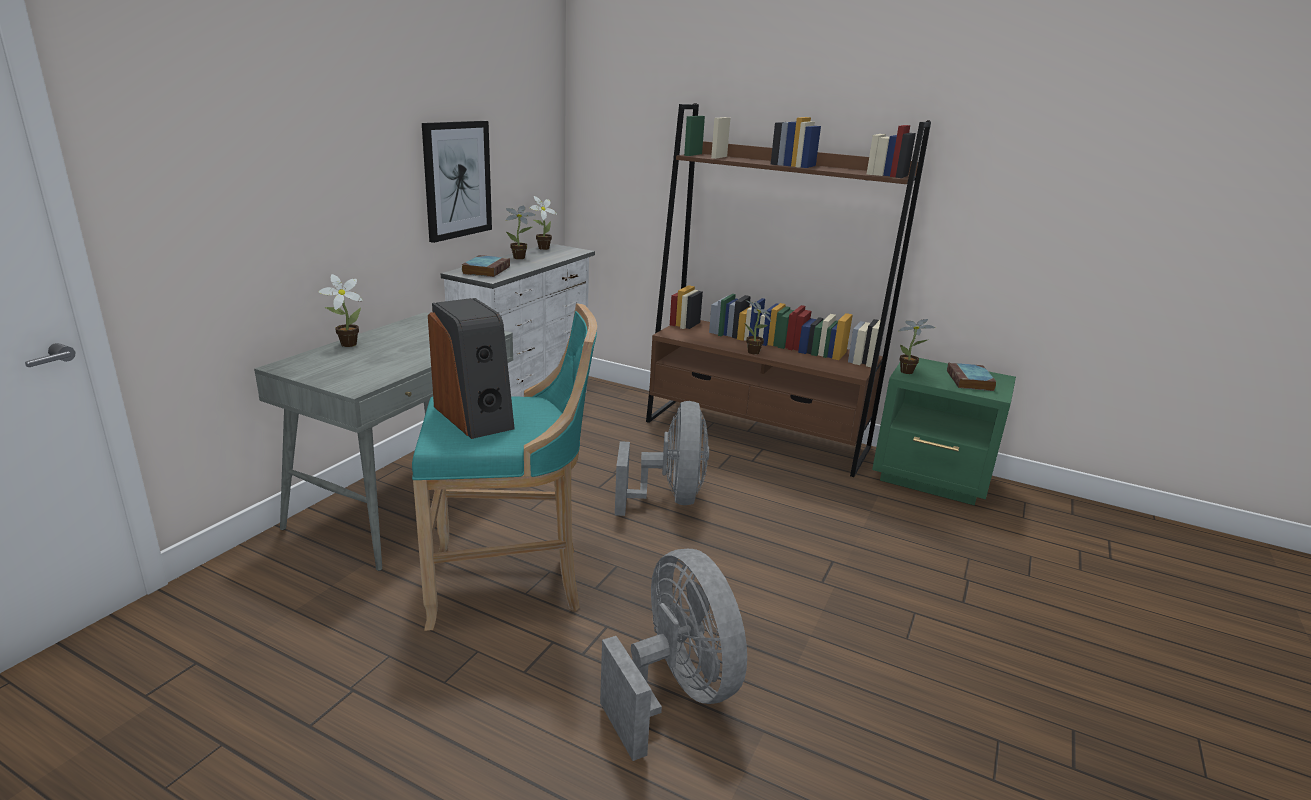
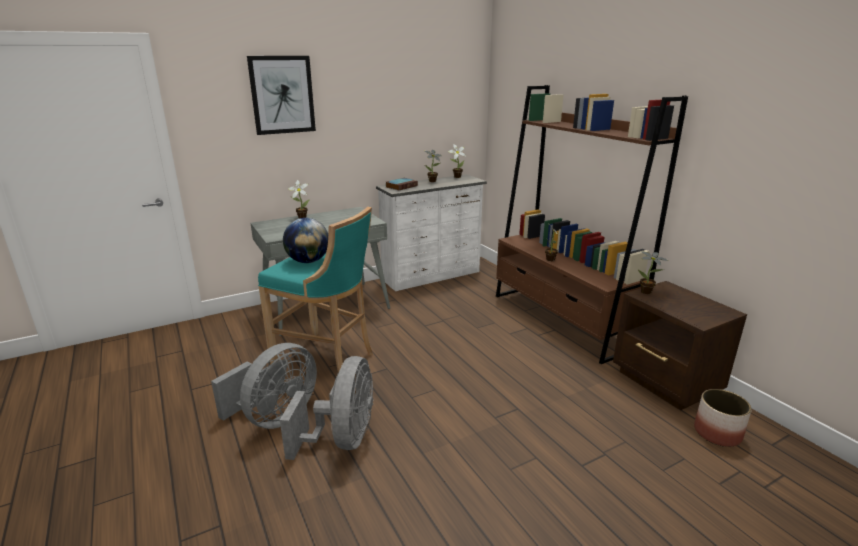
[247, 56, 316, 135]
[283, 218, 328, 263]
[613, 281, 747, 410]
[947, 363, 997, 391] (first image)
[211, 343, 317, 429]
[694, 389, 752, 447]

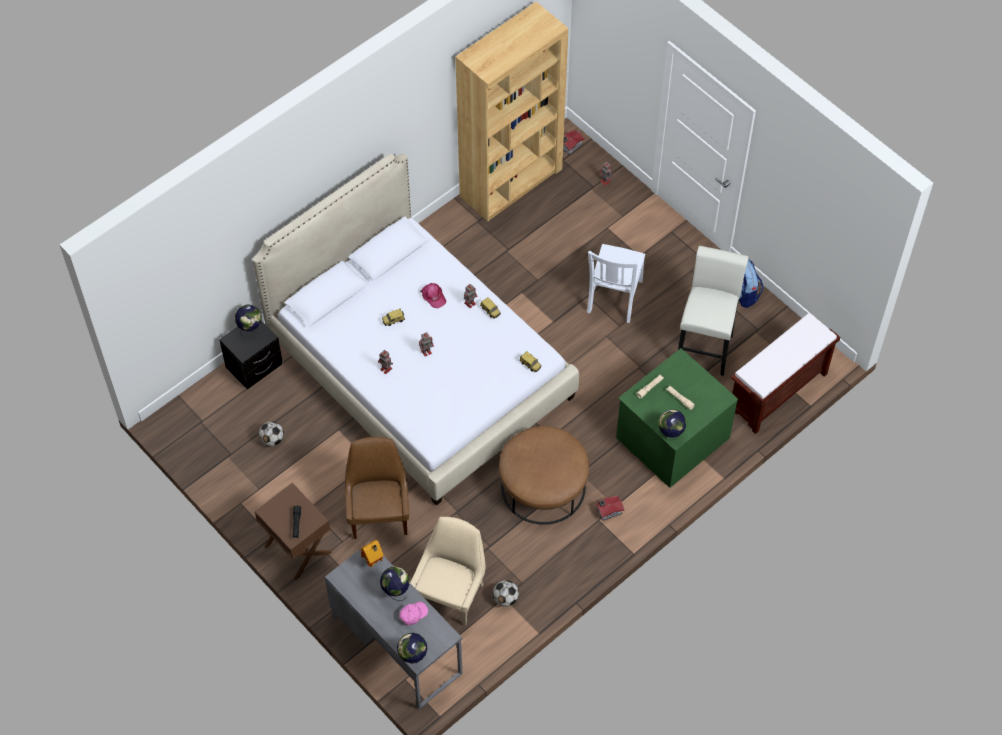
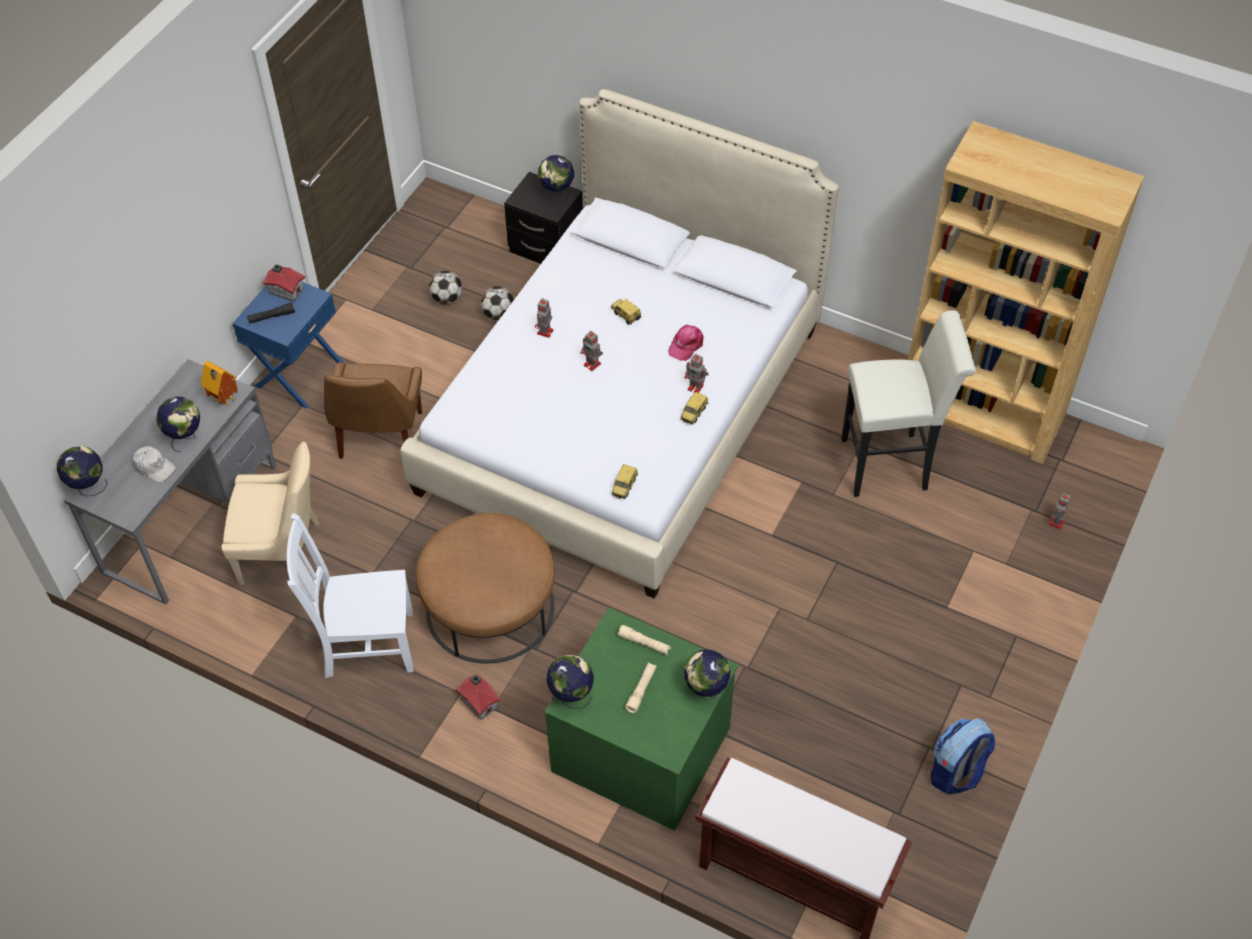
[263, 264, 305, 302]
[287, 513, 413, 678]
[841, 310, 976, 497]
[324, 363, 422, 459]
[232, 282, 344, 408]
[481, 286, 514, 320]
[133, 446, 176, 482]
[684, 649, 730, 701]

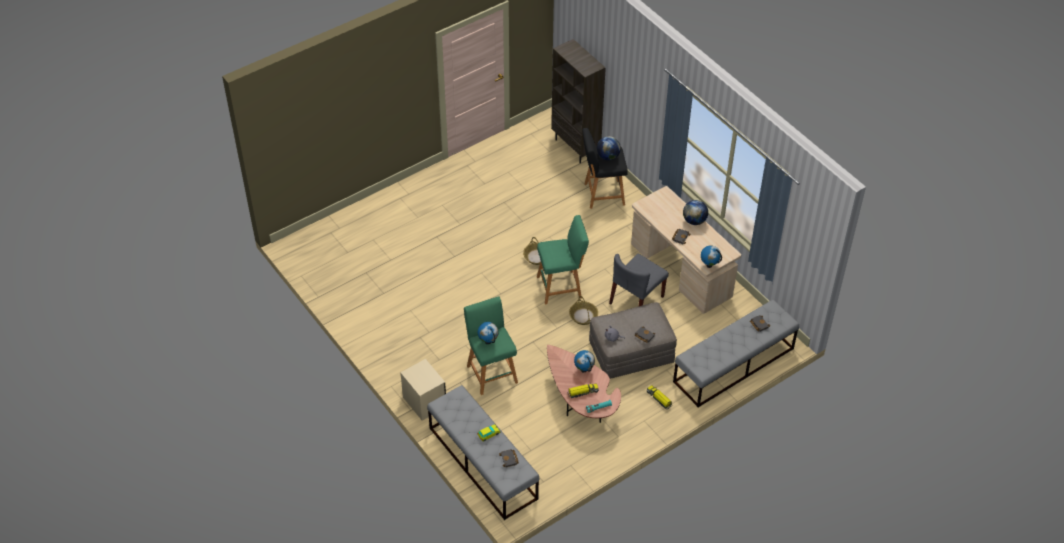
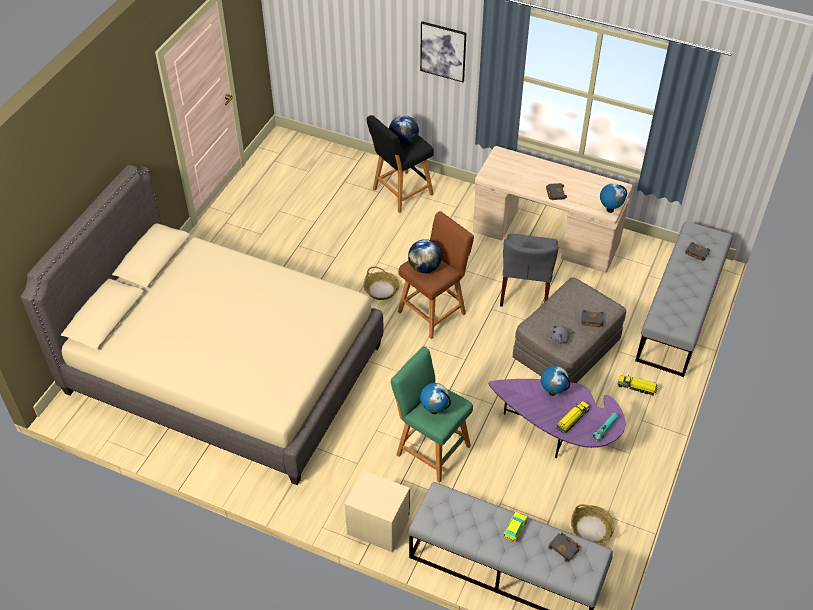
[551, 39, 606, 163] (first image)
[408, 239, 442, 273]
[398, 211, 474, 339]
[571, 504, 615, 544]
[488, 379, 625, 458]
[420, 21, 466, 82]
[20, 165, 383, 485]

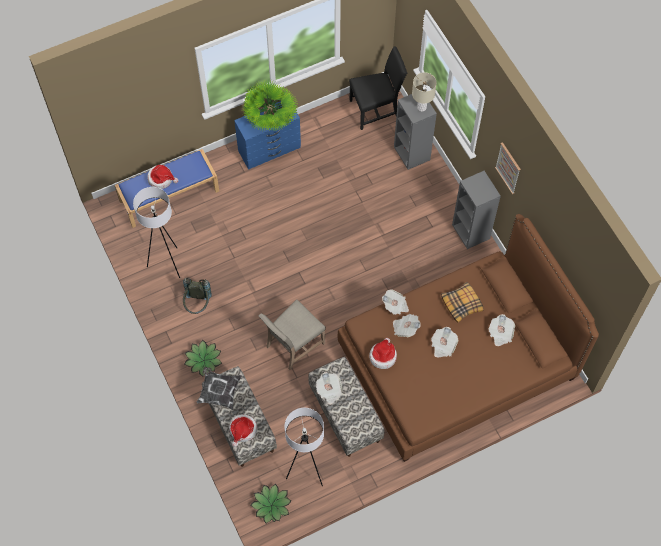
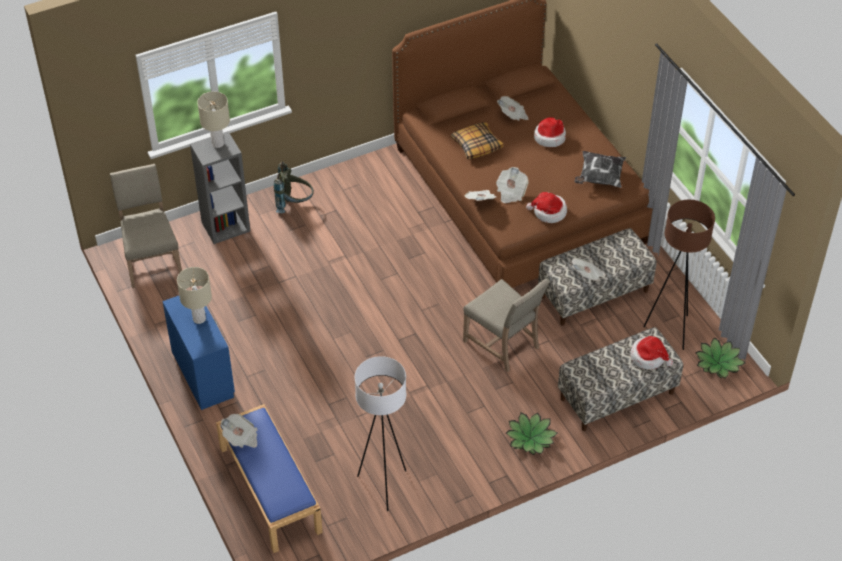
[110, 164, 182, 288]
[177, 267, 212, 324]
[495, 142, 521, 194] (first image)
[534, 117, 566, 147]
[452, 171, 501, 249] (first image)
[274, 161, 314, 213]
[221, 414, 257, 448]
[574, 151, 626, 188]
[643, 200, 715, 350]

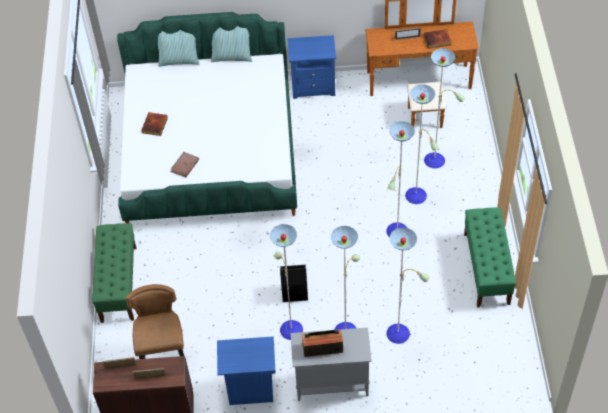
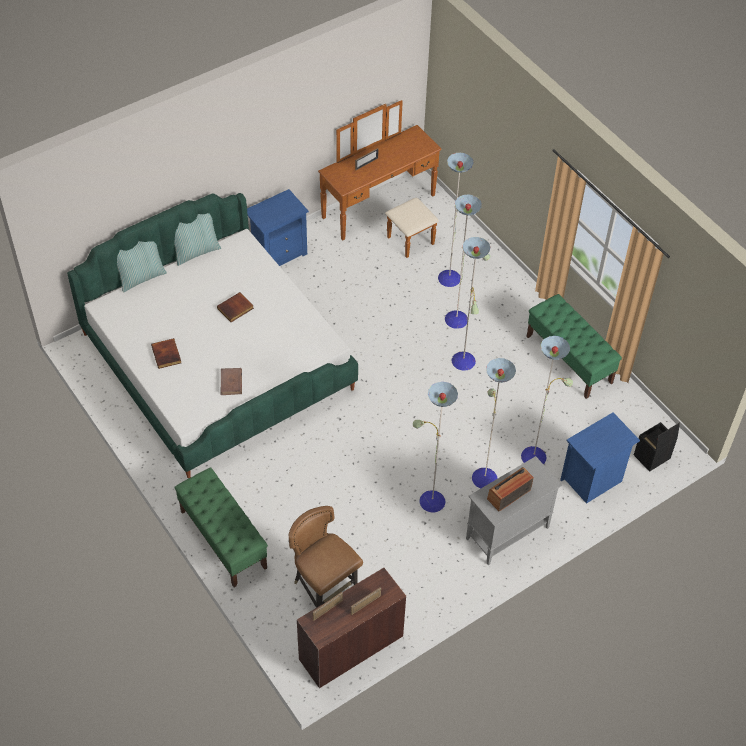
[217, 292, 254, 322]
[634, 422, 680, 472]
[560, 413, 640, 504]

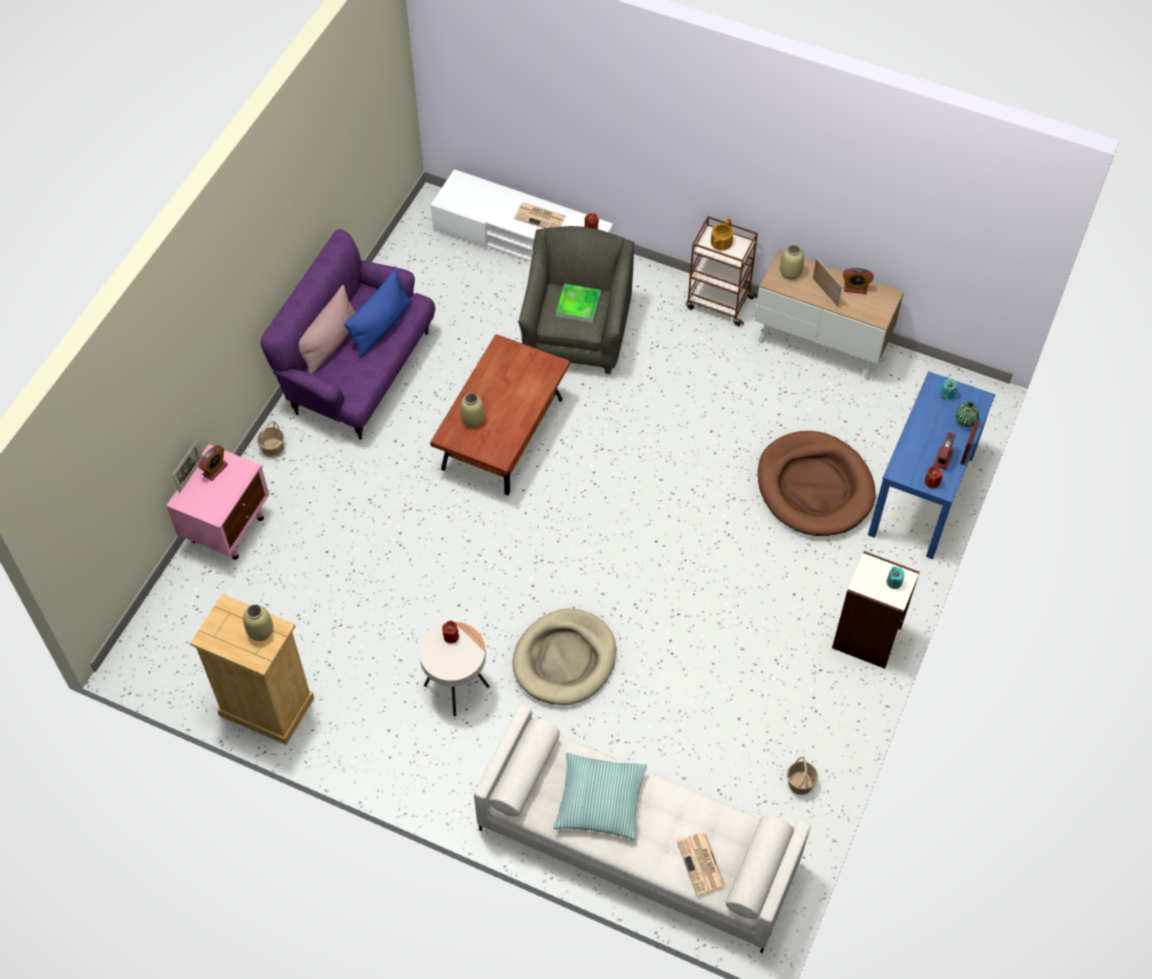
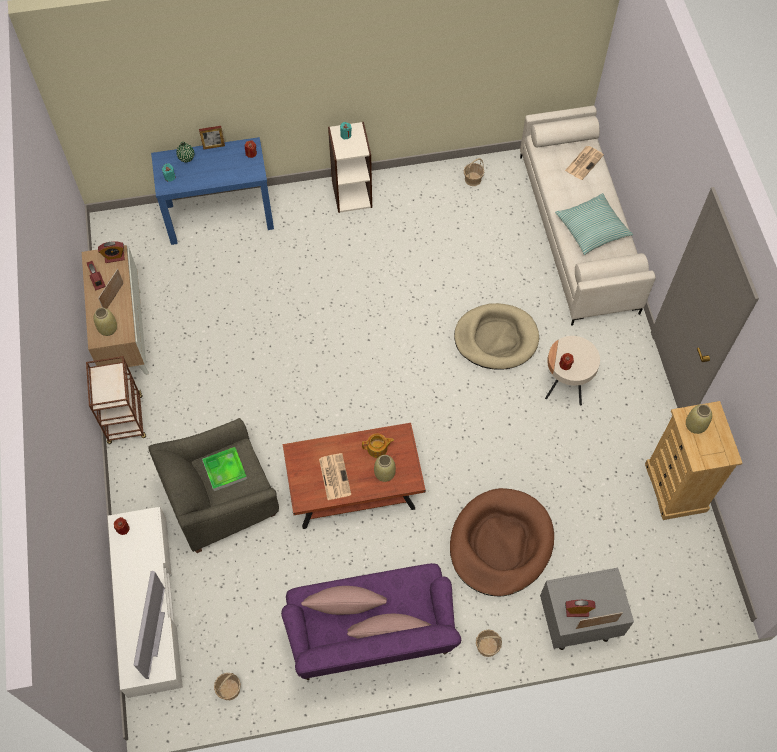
[319, 453, 351, 500]
[362, 434, 394, 458]
[301, 586, 387, 615]
[450, 488, 554, 597]
[98, 241, 125, 263]
[540, 568, 634, 650]
[134, 571, 165, 679]
[214, 673, 241, 700]

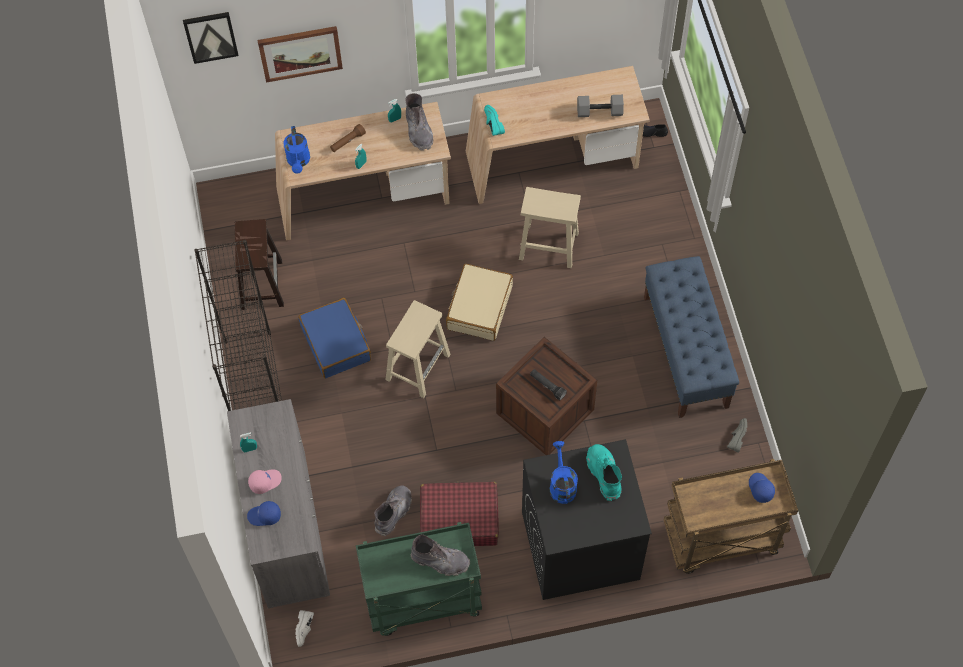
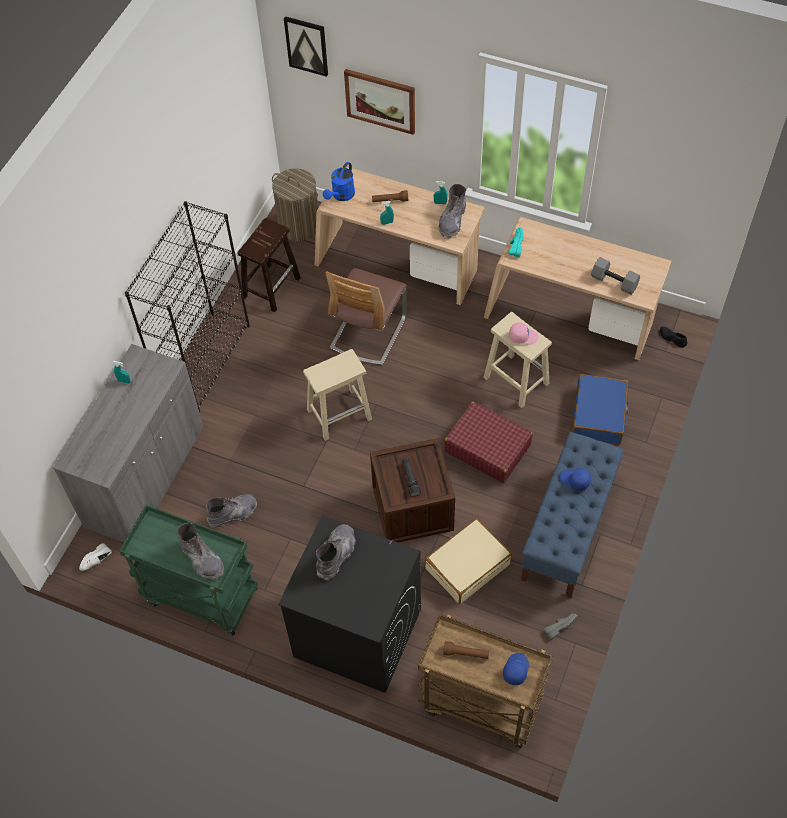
[425, 519, 512, 604]
[572, 374, 629, 445]
[316, 524, 355, 580]
[586, 444, 622, 501] (first image)
[509, 322, 539, 345]
[444, 402, 533, 483]
[560, 468, 591, 491]
[272, 168, 318, 241]
[325, 268, 407, 365]
[443, 641, 489, 659]

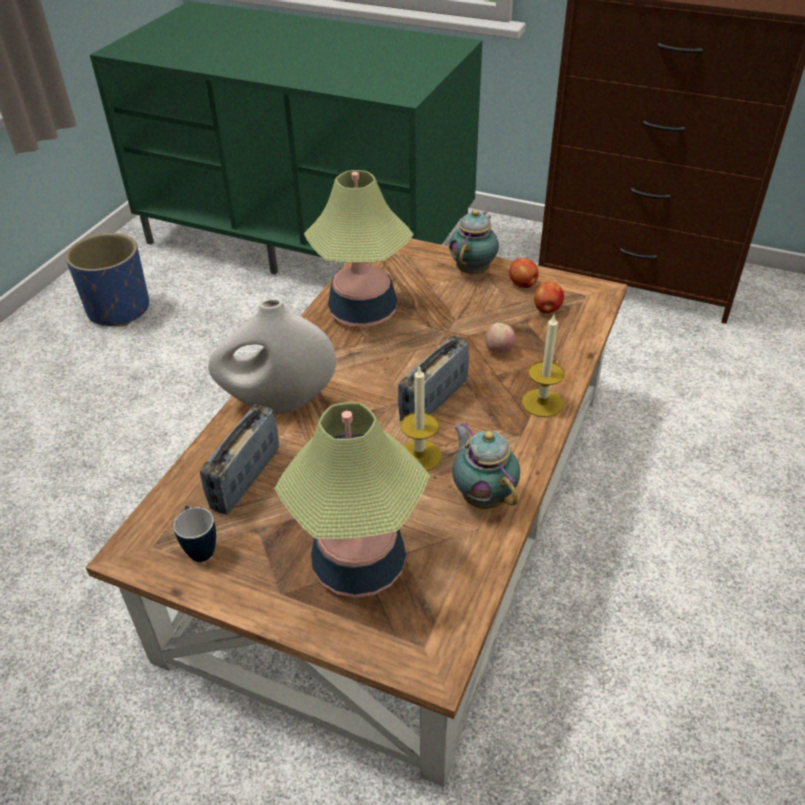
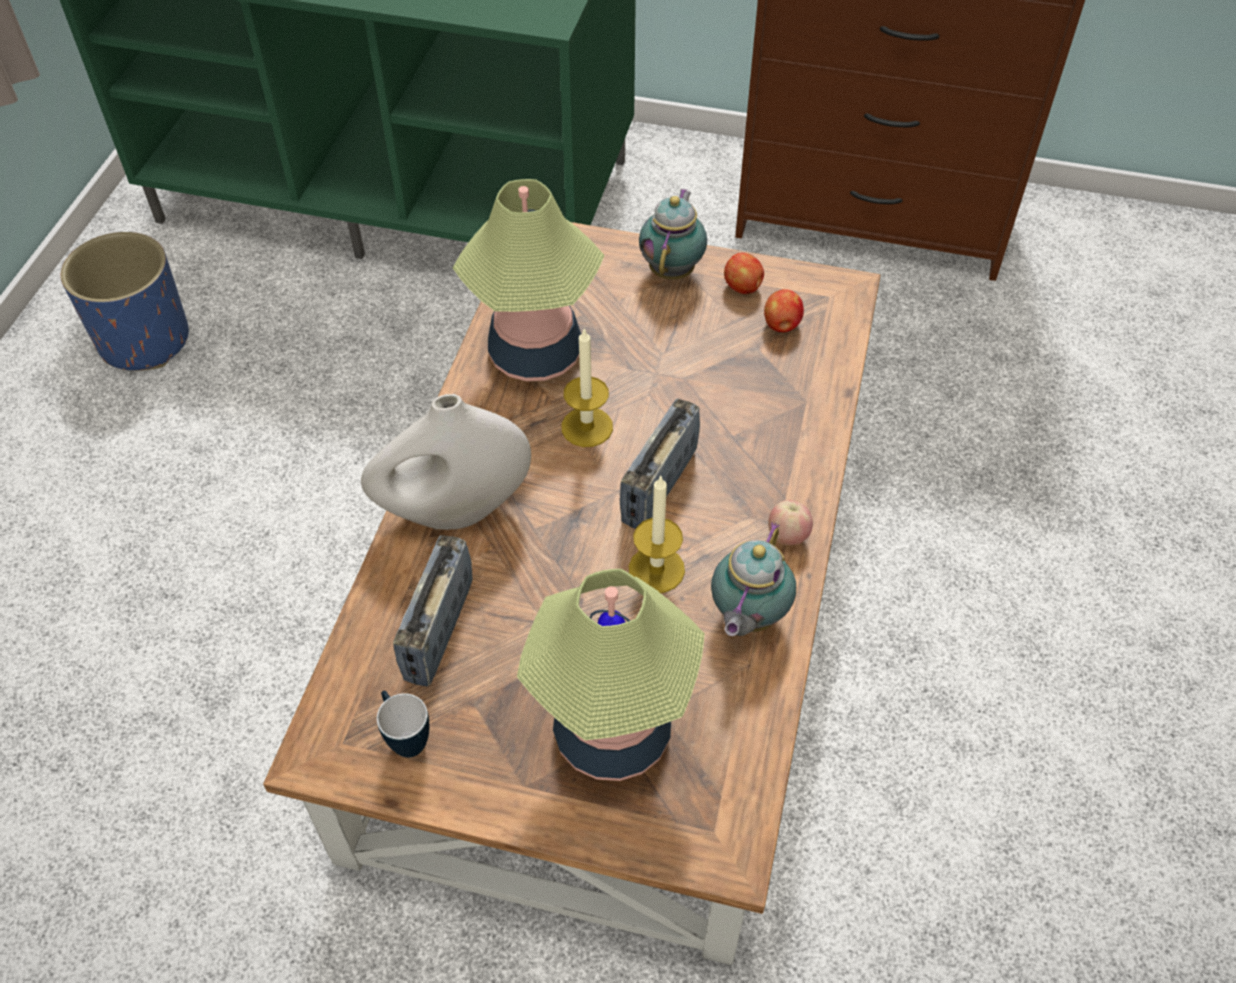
[562, 327, 613, 447]
[768, 500, 813, 545]
[711, 522, 796, 636]

